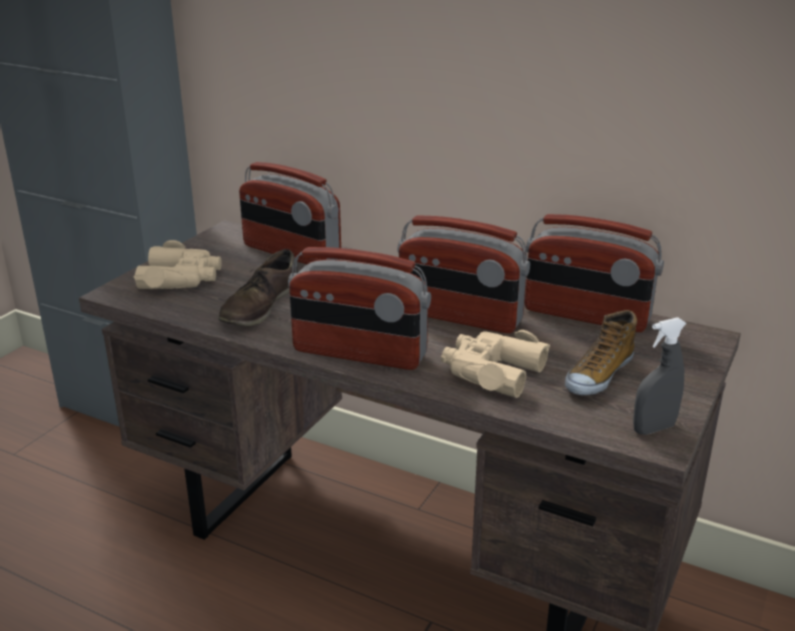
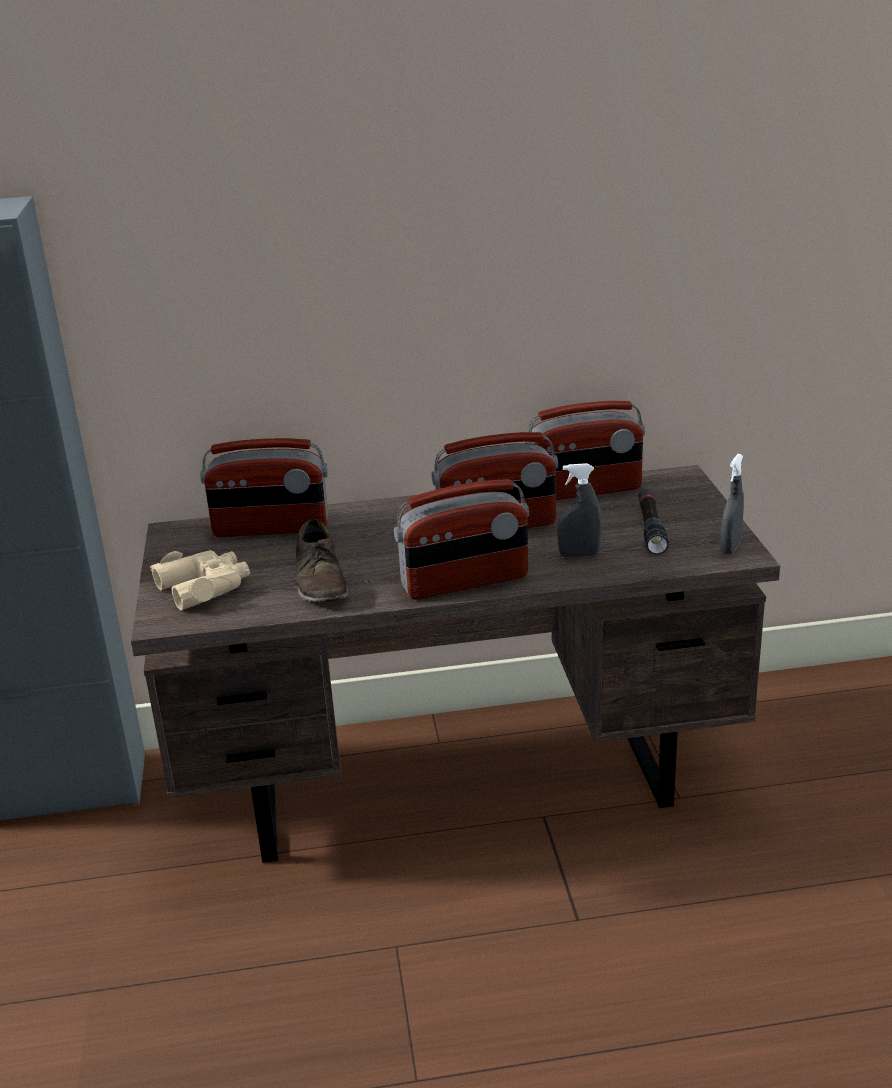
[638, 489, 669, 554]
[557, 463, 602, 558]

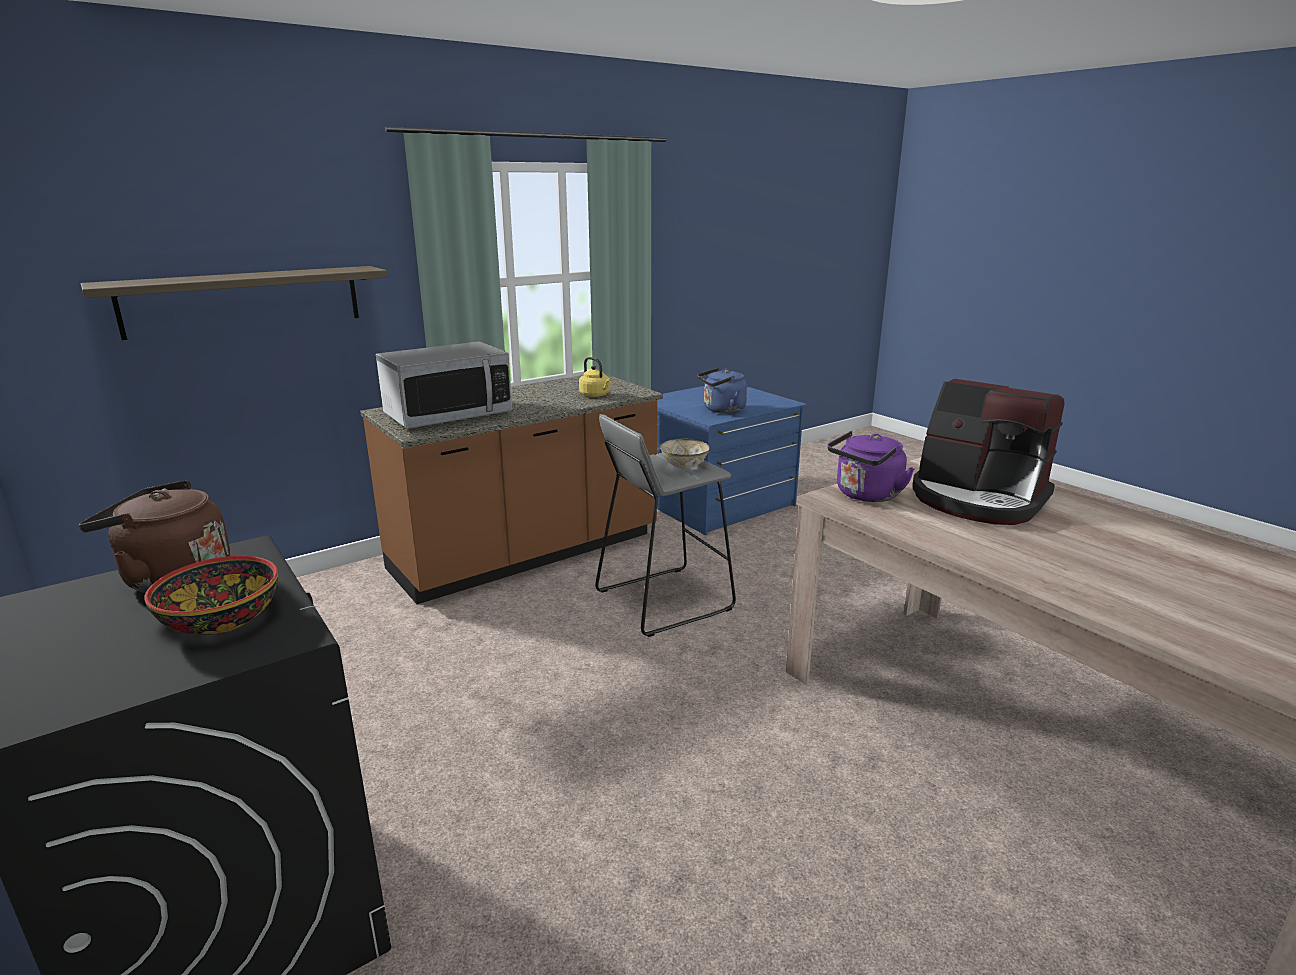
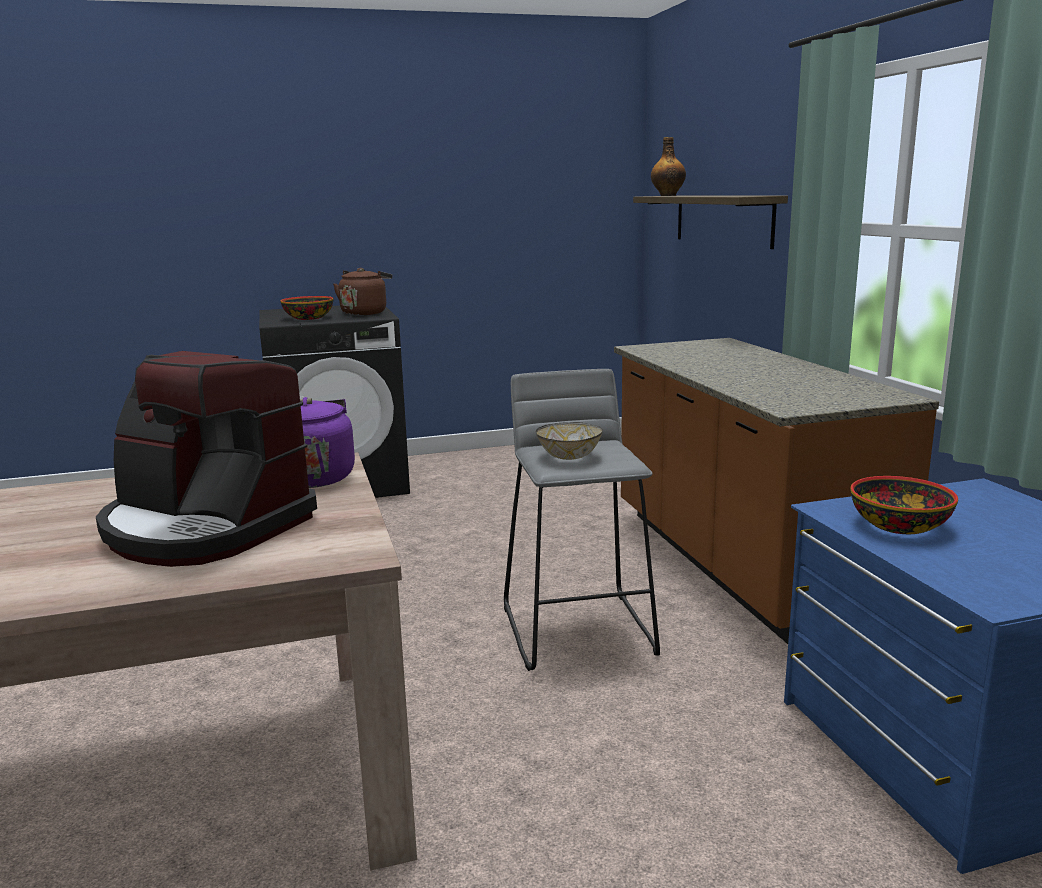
[376, 341, 512, 429] (first image)
[579, 357, 611, 397] (first image)
[850, 476, 958, 534]
[96, 351, 317, 567]
[651, 137, 686, 196]

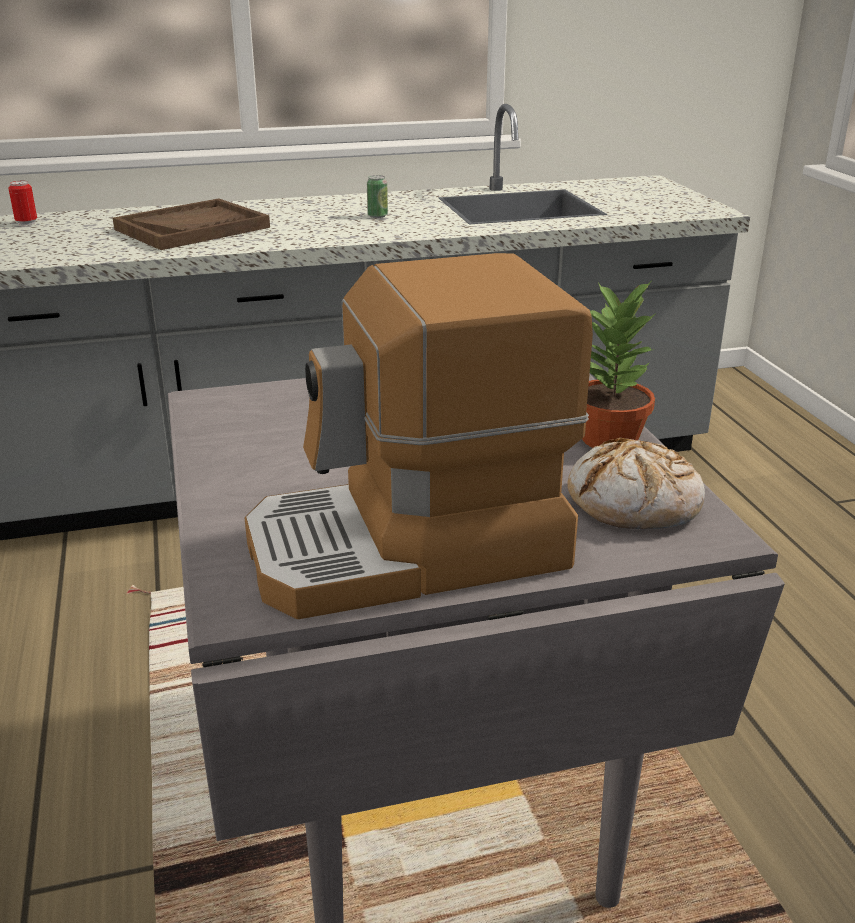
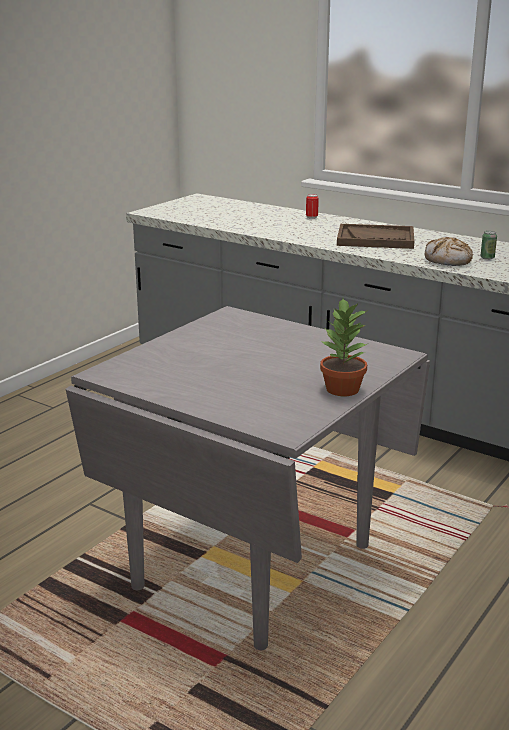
[245, 253, 593, 619] (first image)
[425, 237, 473, 266]

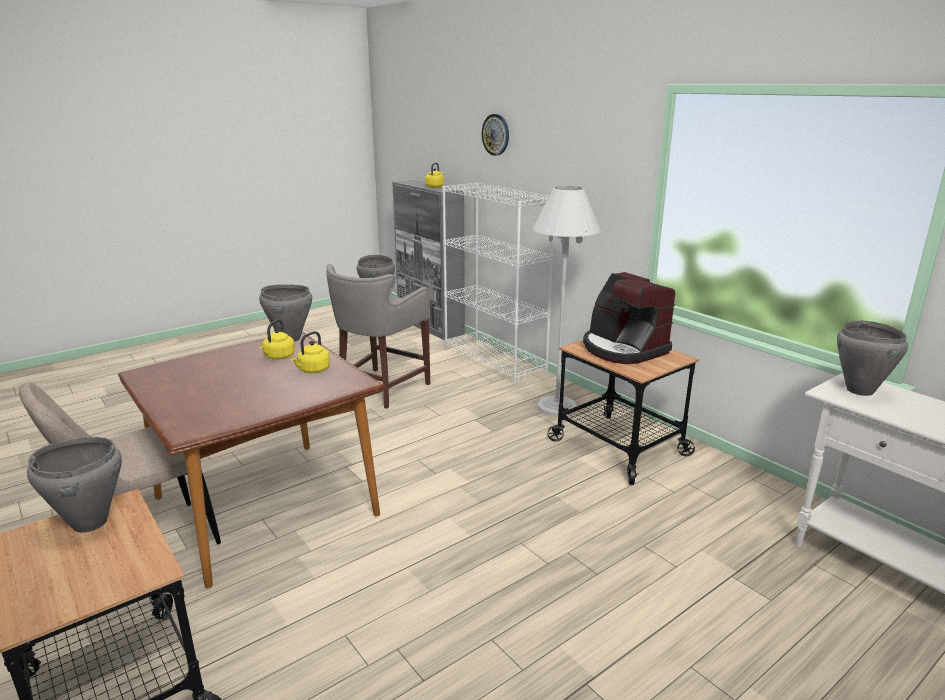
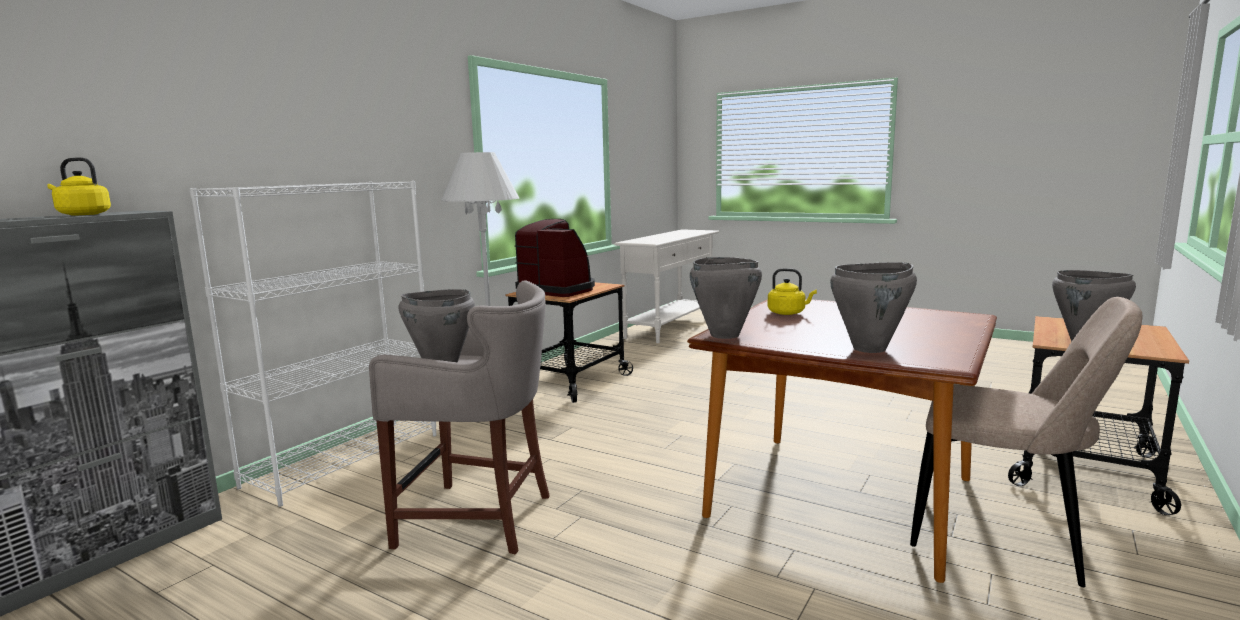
[482, 114, 509, 156] (first image)
[515, 219, 595, 297]
[259, 320, 295, 360] (first image)
[830, 262, 917, 353]

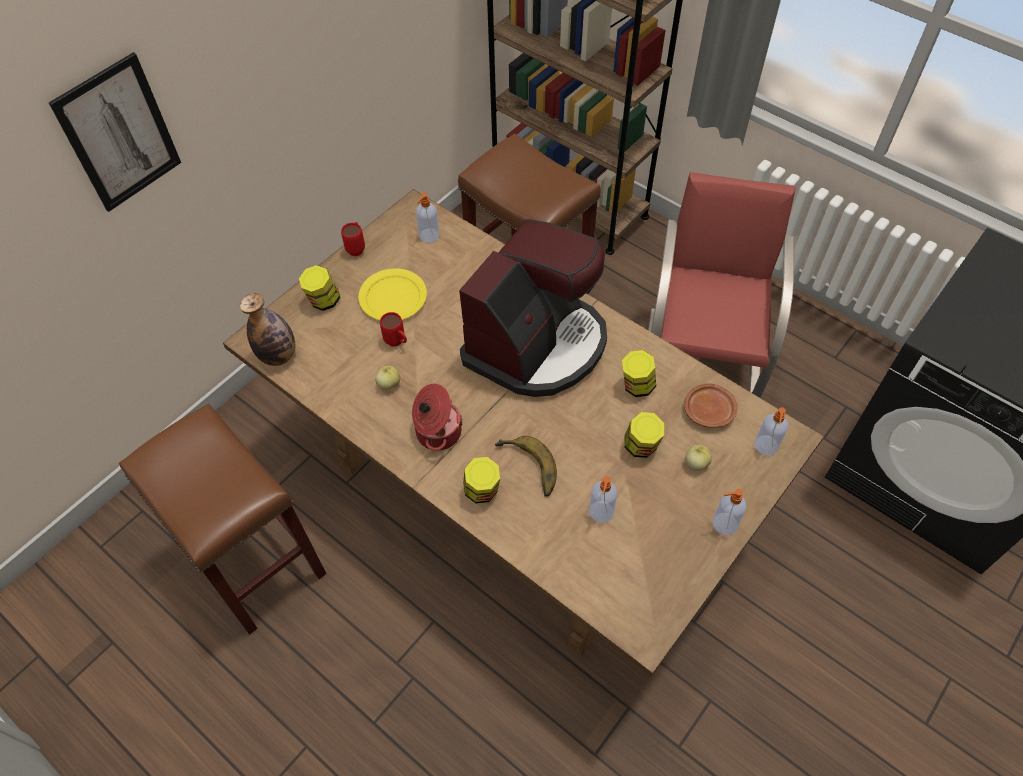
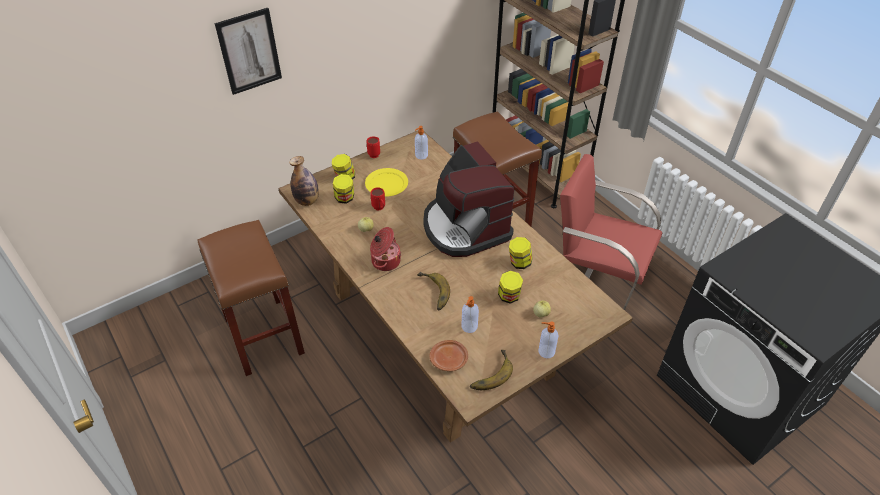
[560, 154, 663, 310]
[423, 141, 514, 257]
[430, 340, 468, 371]
[755, 407, 788, 455] (first image)
[333, 174, 354, 204]
[470, 350, 513, 390]

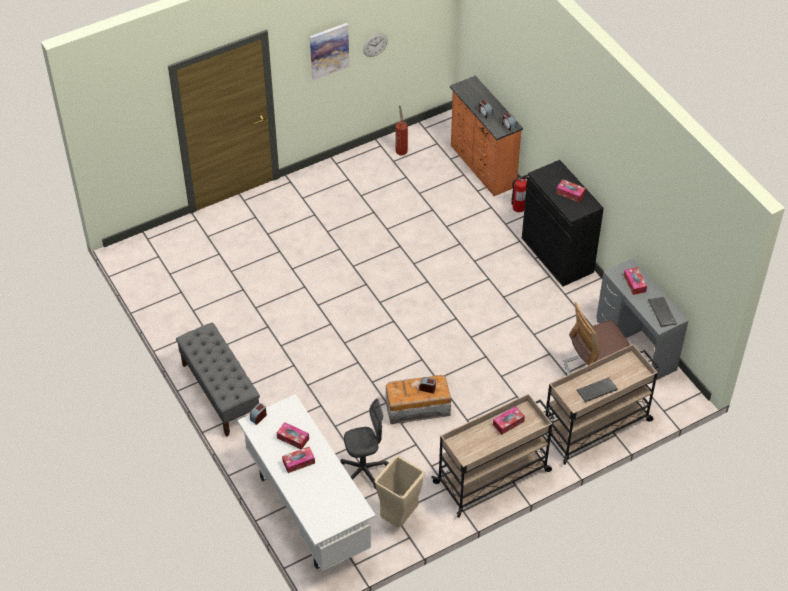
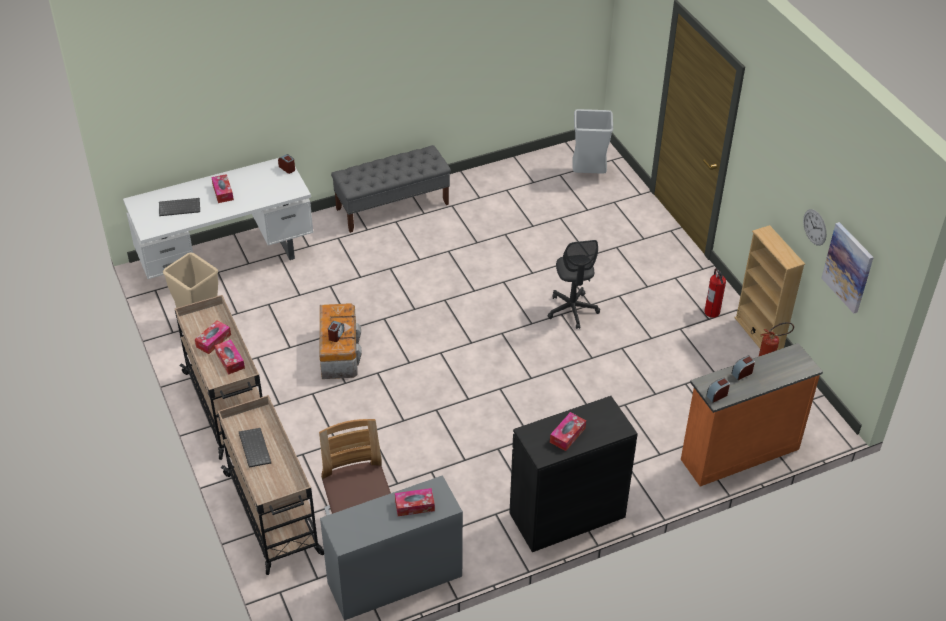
[821, 222, 874, 313]
[705, 268, 726, 318]
[159, 198, 200, 216]
[548, 240, 600, 329]
[195, 320, 231, 354]
[573, 109, 613, 174]
[734, 225, 805, 350]

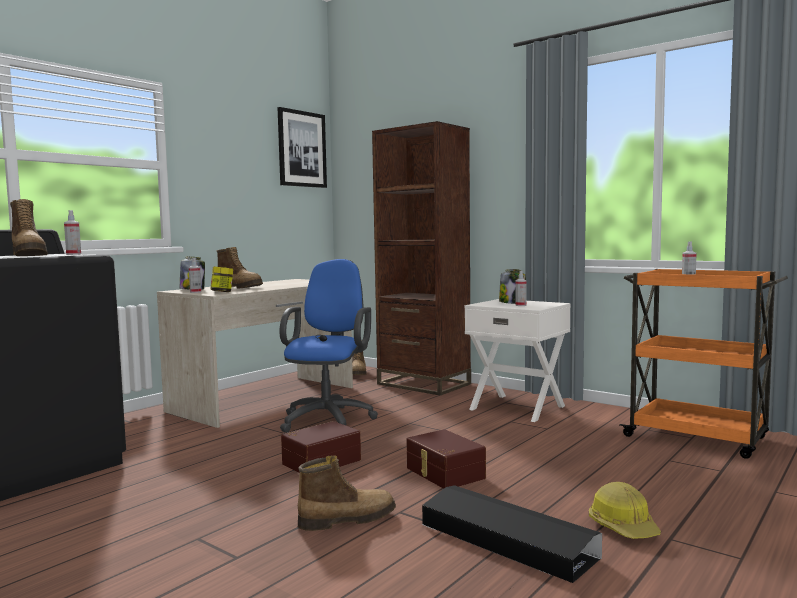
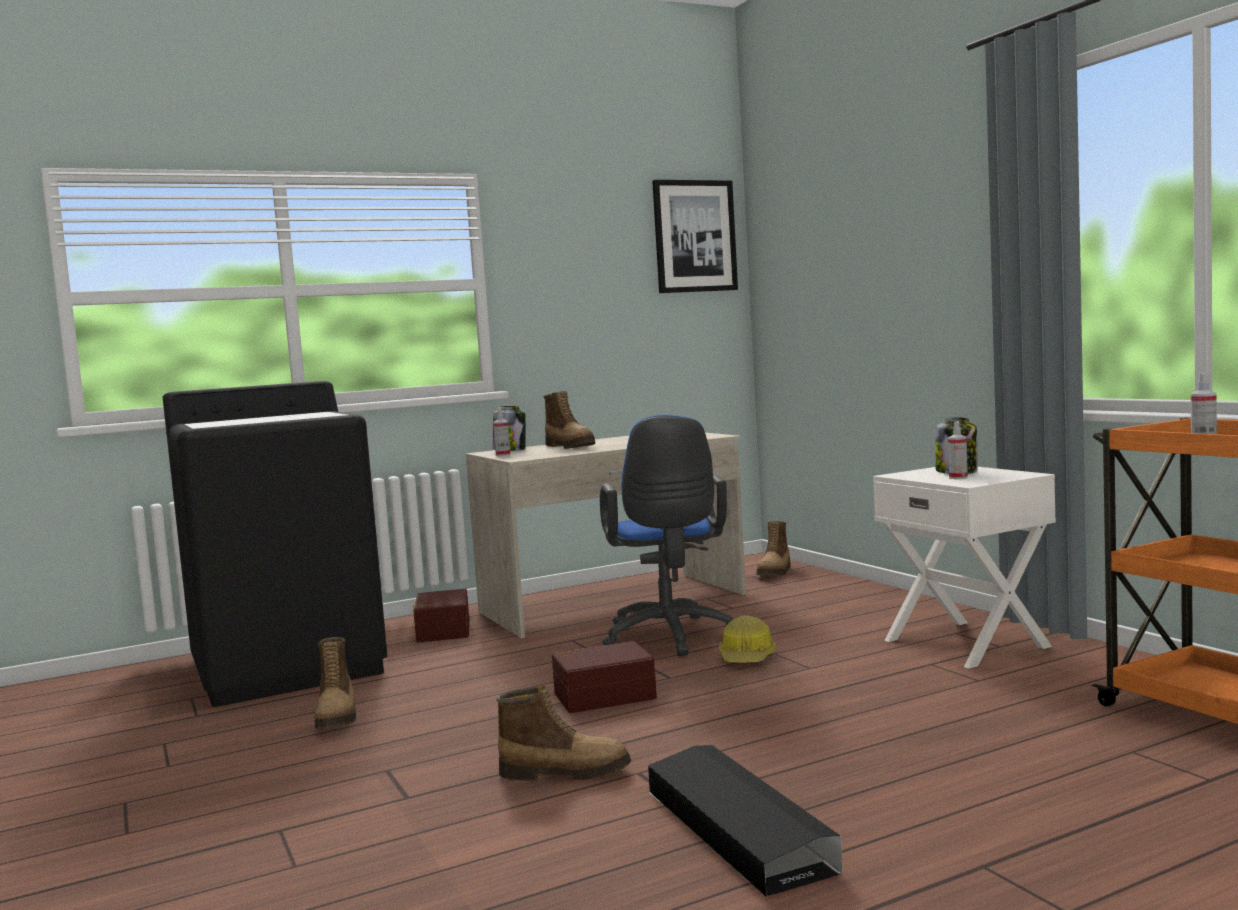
[372, 121, 471, 396] (first image)
[315, 637, 356, 729]
[64, 210, 81, 255] (first image)
[600, 415, 733, 656]
[210, 267, 233, 292] (first image)
[413, 589, 469, 643]
[719, 616, 776, 663]

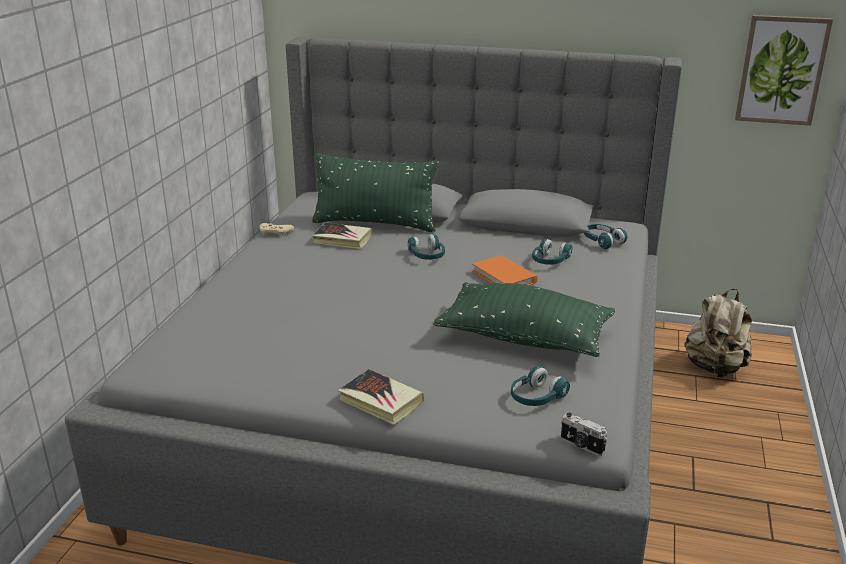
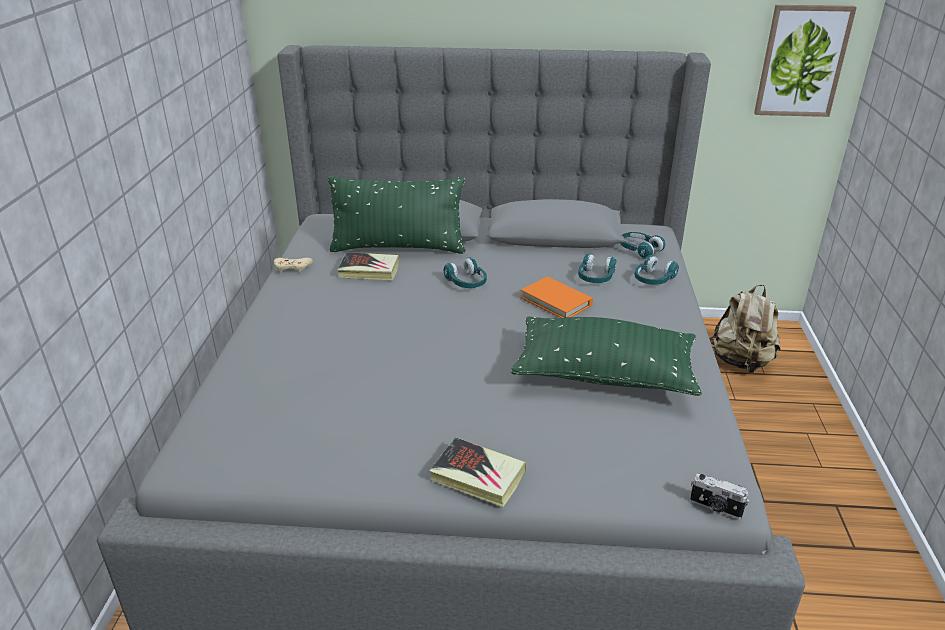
[634, 255, 679, 285]

